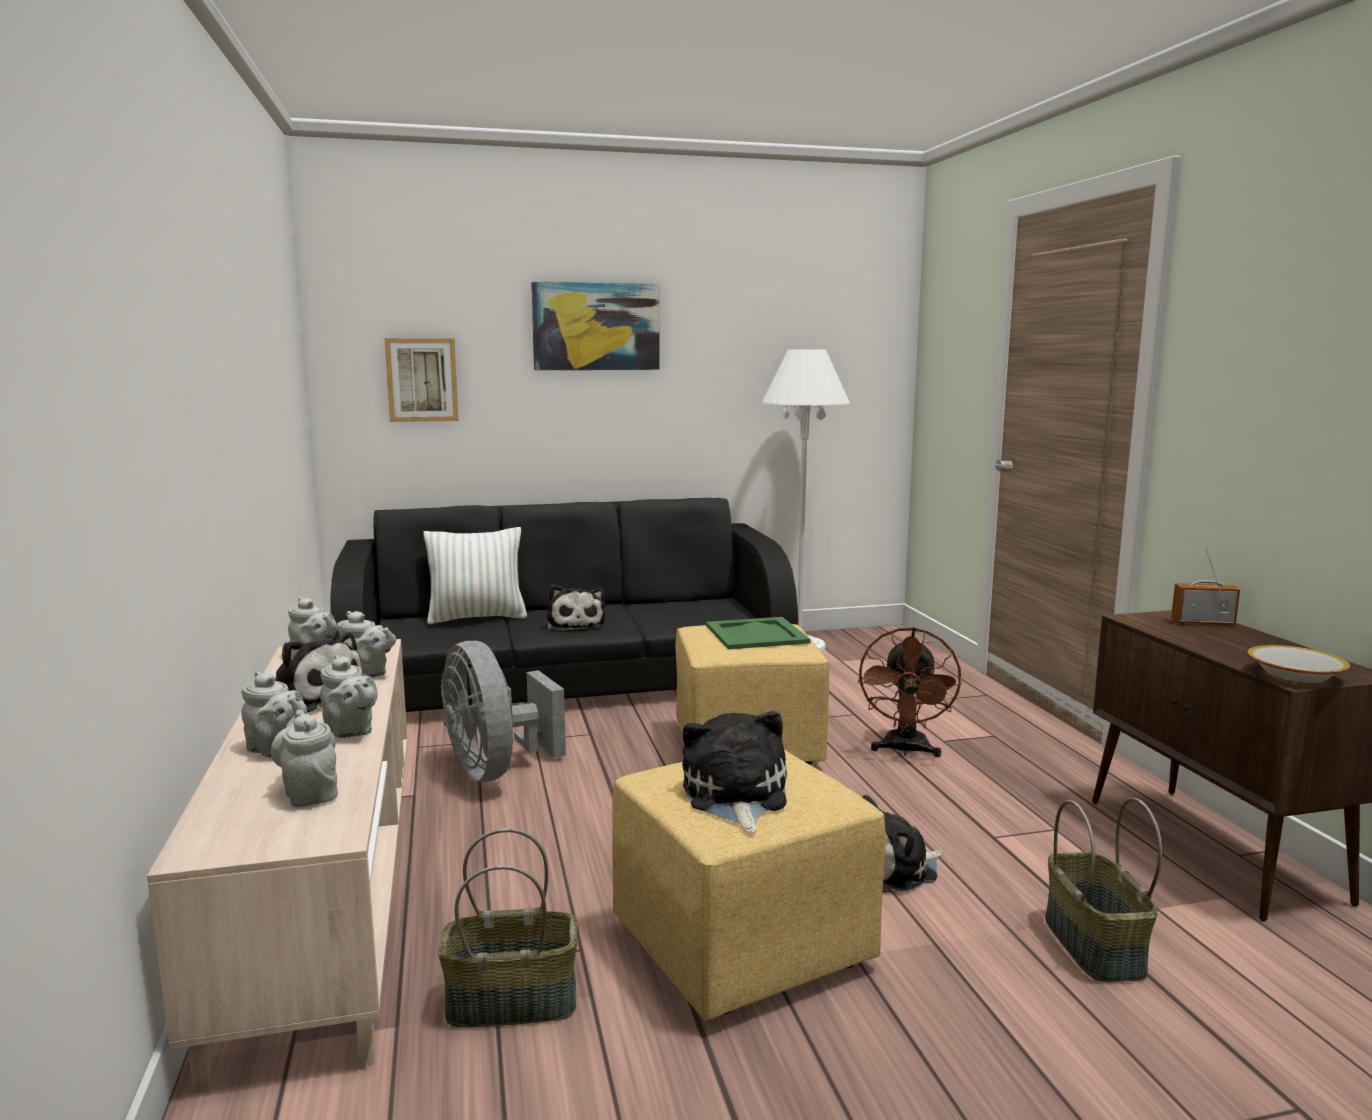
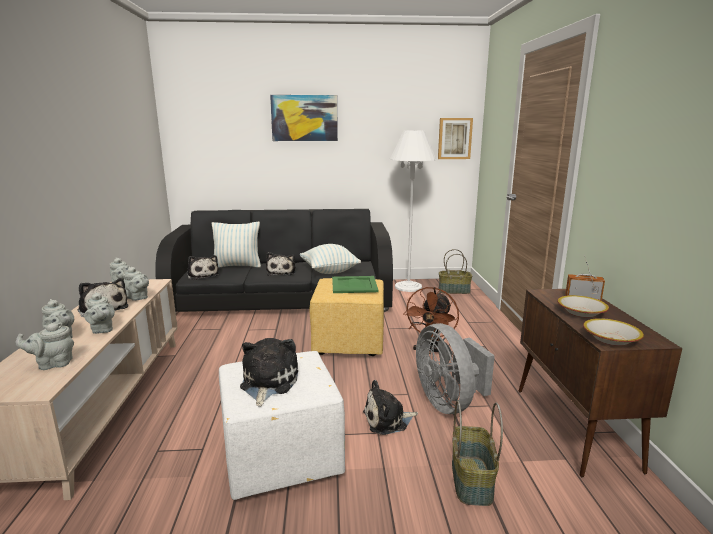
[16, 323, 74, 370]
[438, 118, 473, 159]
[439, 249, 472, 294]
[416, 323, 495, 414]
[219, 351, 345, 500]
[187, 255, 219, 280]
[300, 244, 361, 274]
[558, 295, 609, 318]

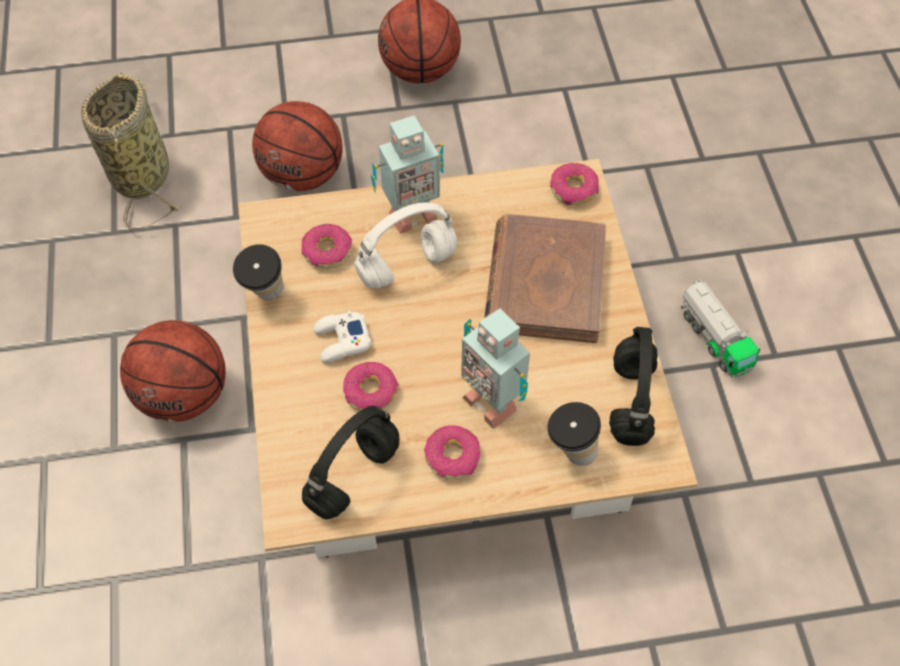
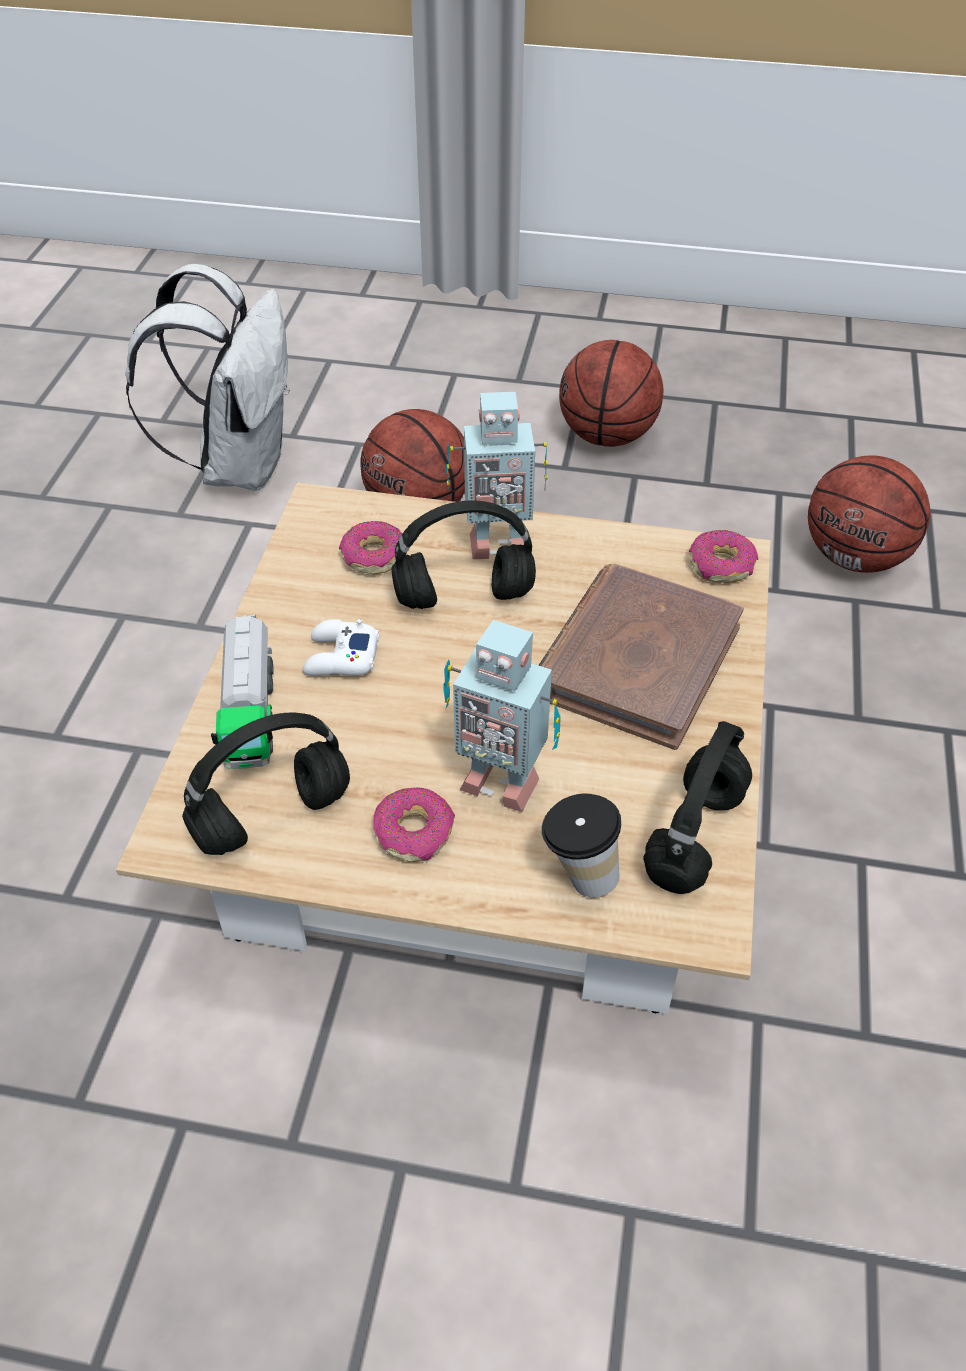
[126, 264, 290, 491]
[808, 456, 931, 573]
[233, 244, 284, 300] (first image)
[343, 362, 399, 411] (first image)
[391, 500, 536, 609]
[444, 620, 561, 812]
[211, 614, 274, 769]

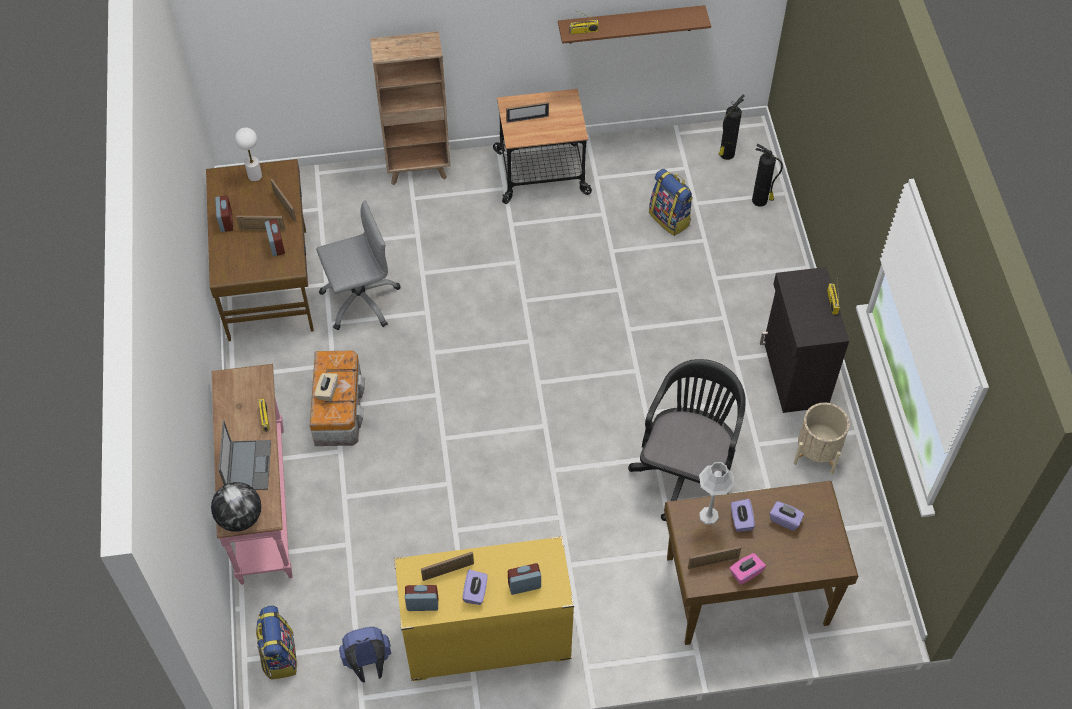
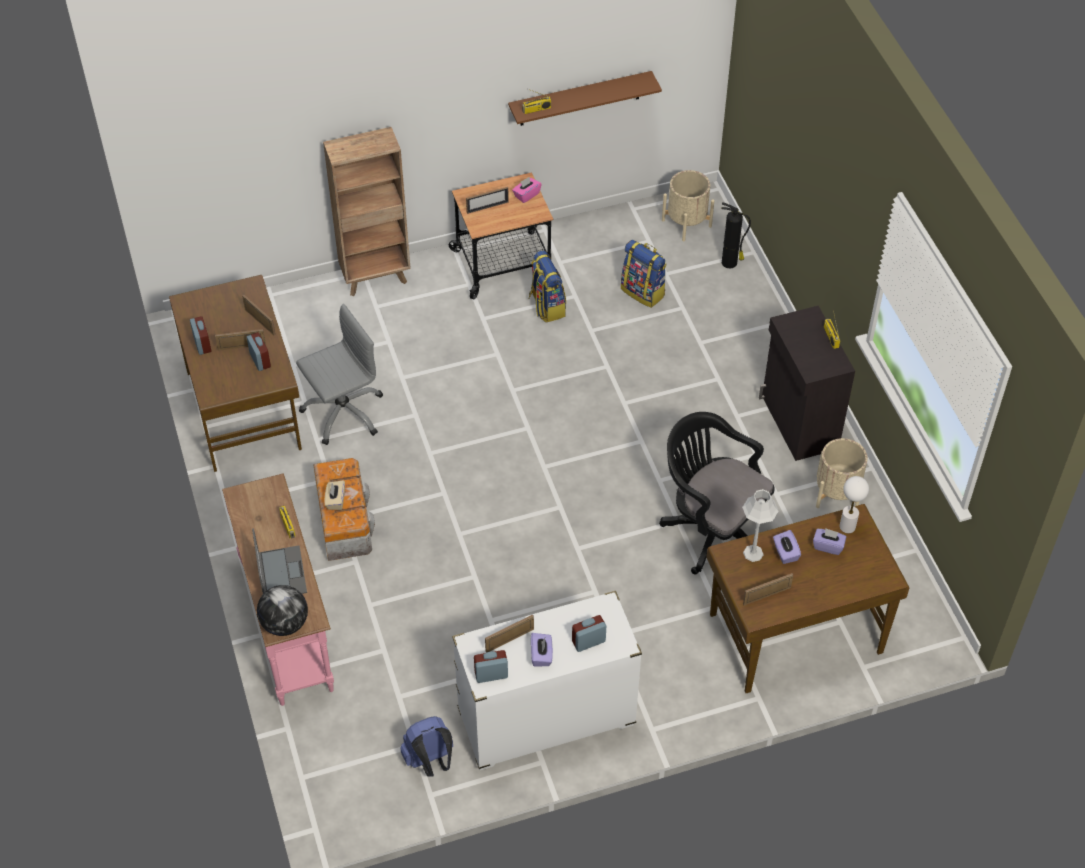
[839, 476, 869, 533]
[528, 251, 566, 322]
[452, 591, 642, 770]
[659, 412, 775, 574]
[662, 170, 714, 241]
[512, 177, 542, 203]

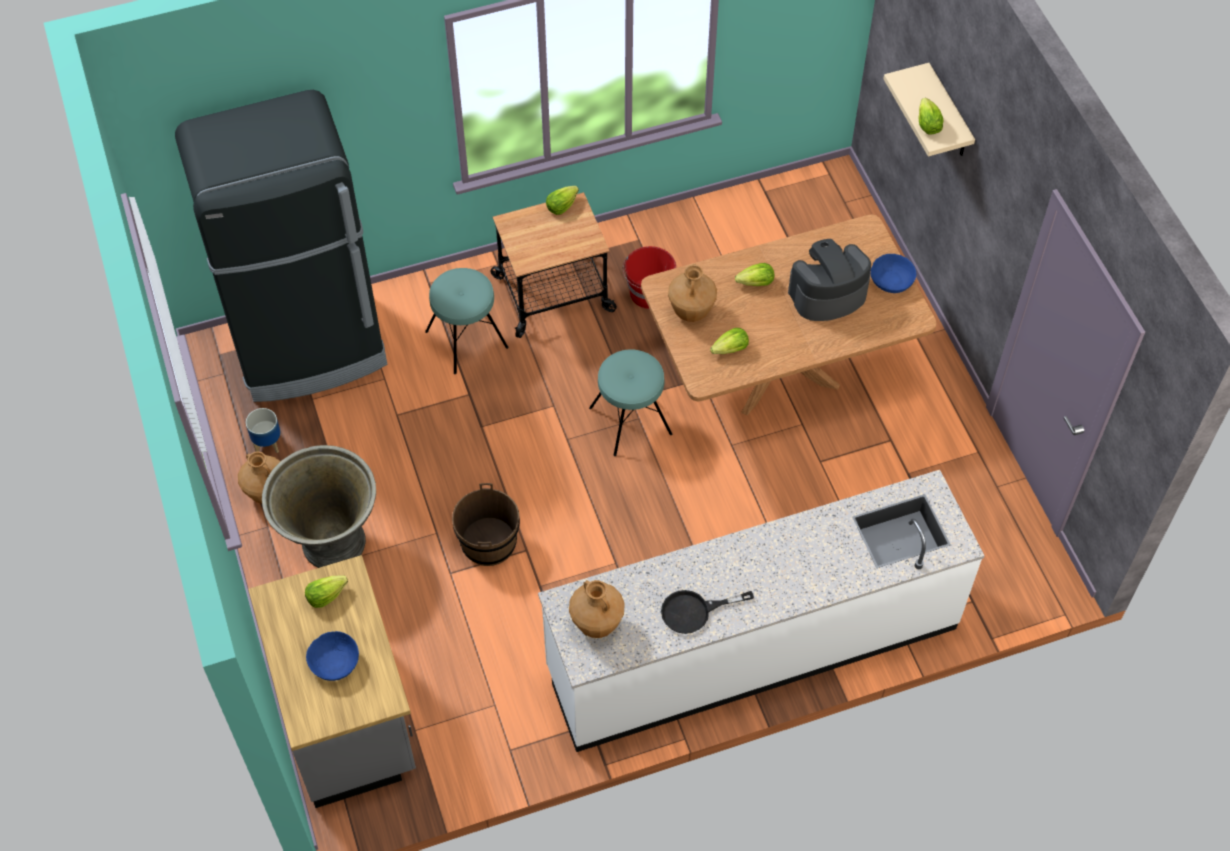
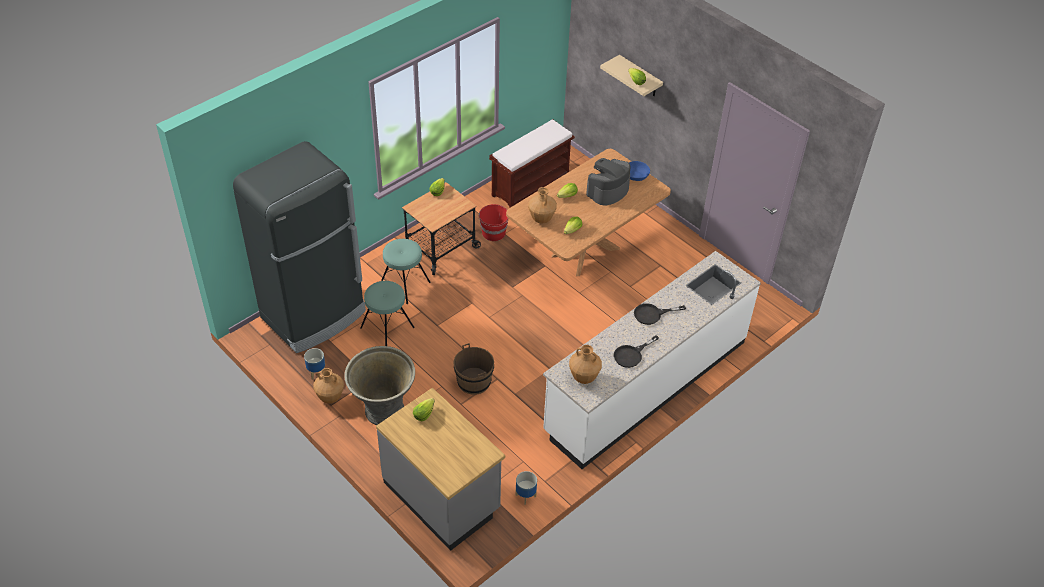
[306, 631, 359, 681] (first image)
[360, 281, 415, 346]
[489, 119, 575, 208]
[515, 471, 537, 505]
[634, 303, 686, 325]

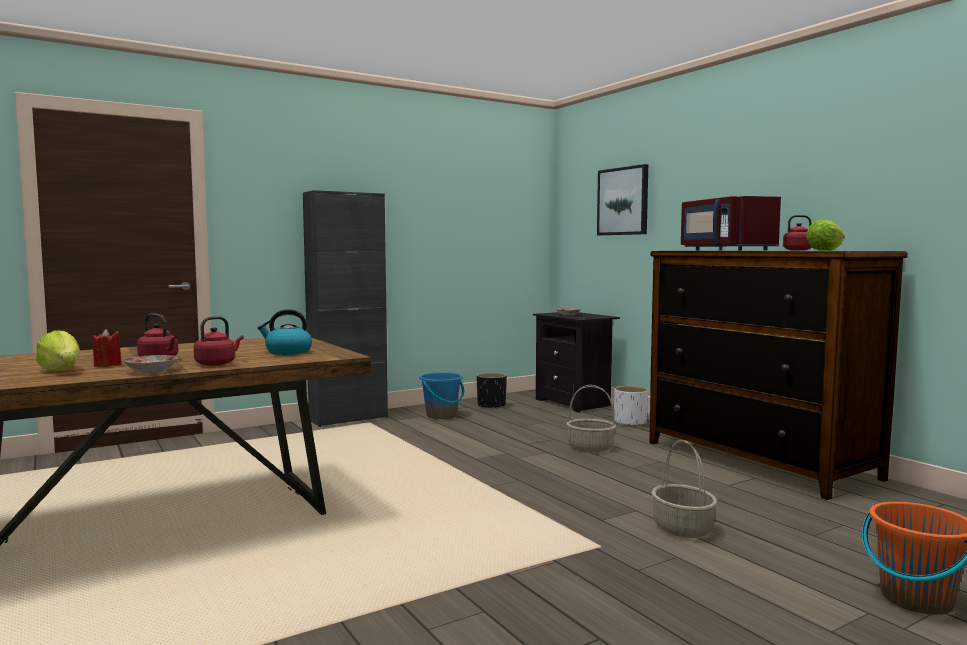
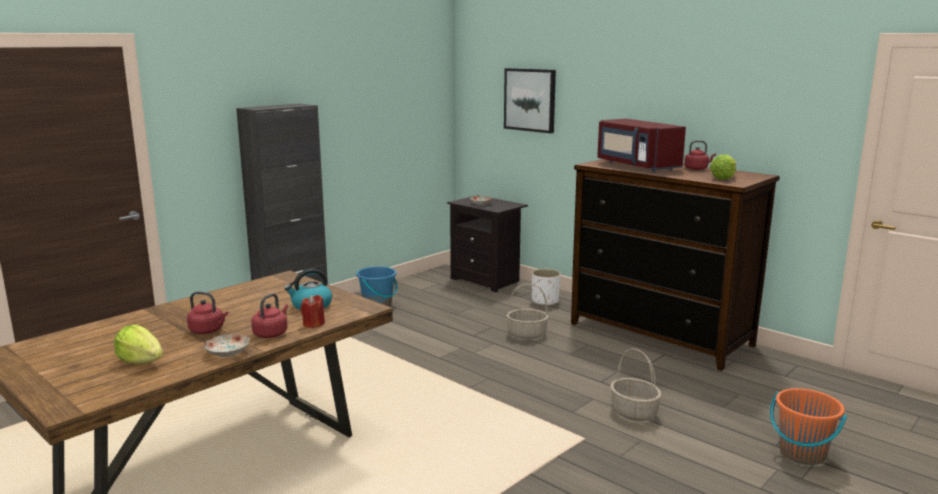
[300, 295, 325, 328]
[477, 372, 507, 409] (first image)

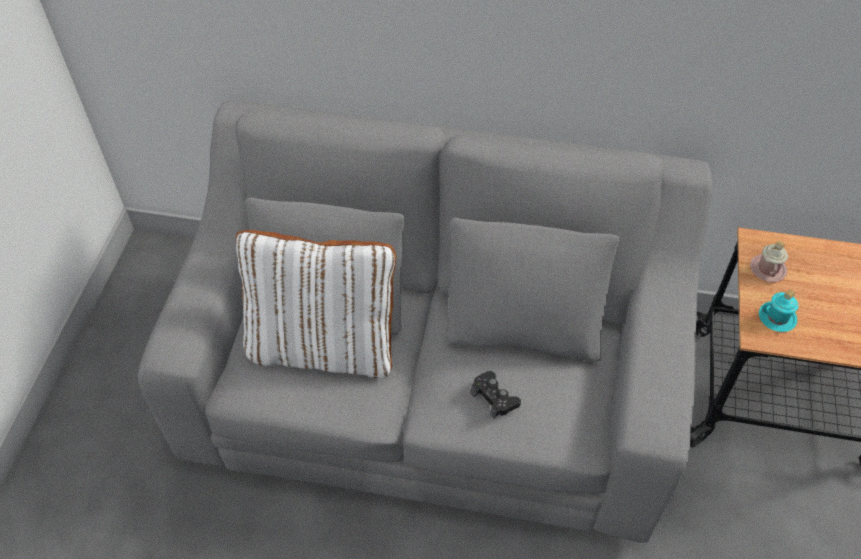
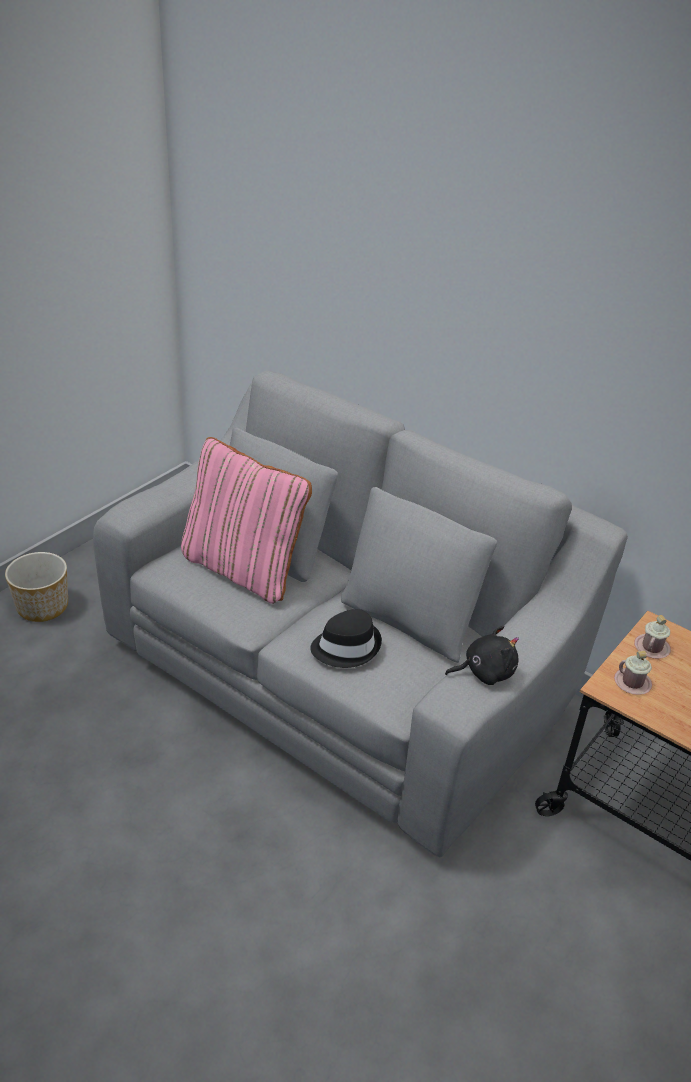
[181, 437, 312, 604]
[310, 609, 382, 668]
[614, 651, 652, 695]
[5, 552, 68, 622]
[445, 626, 519, 685]

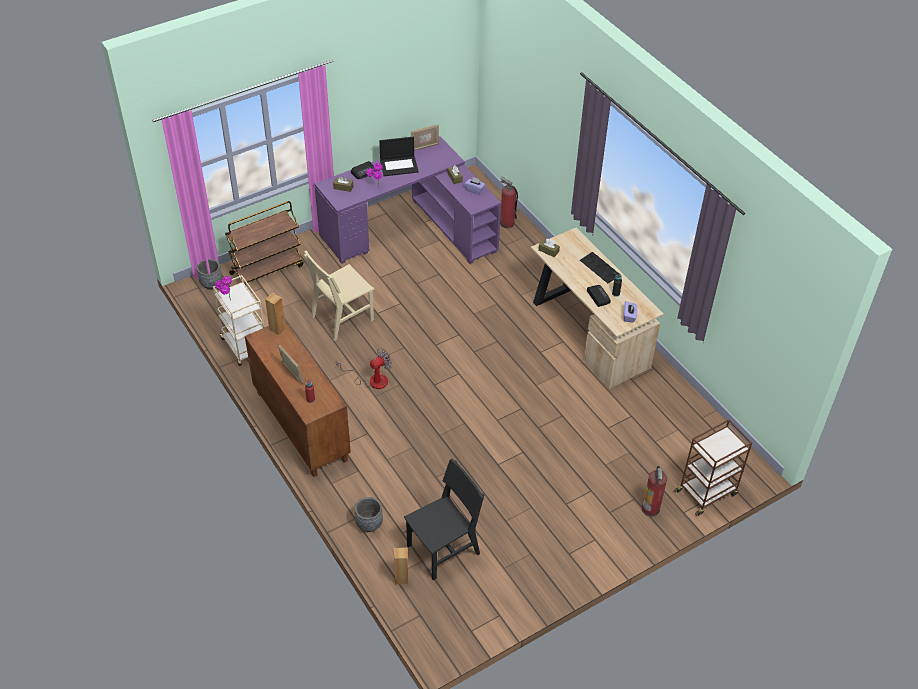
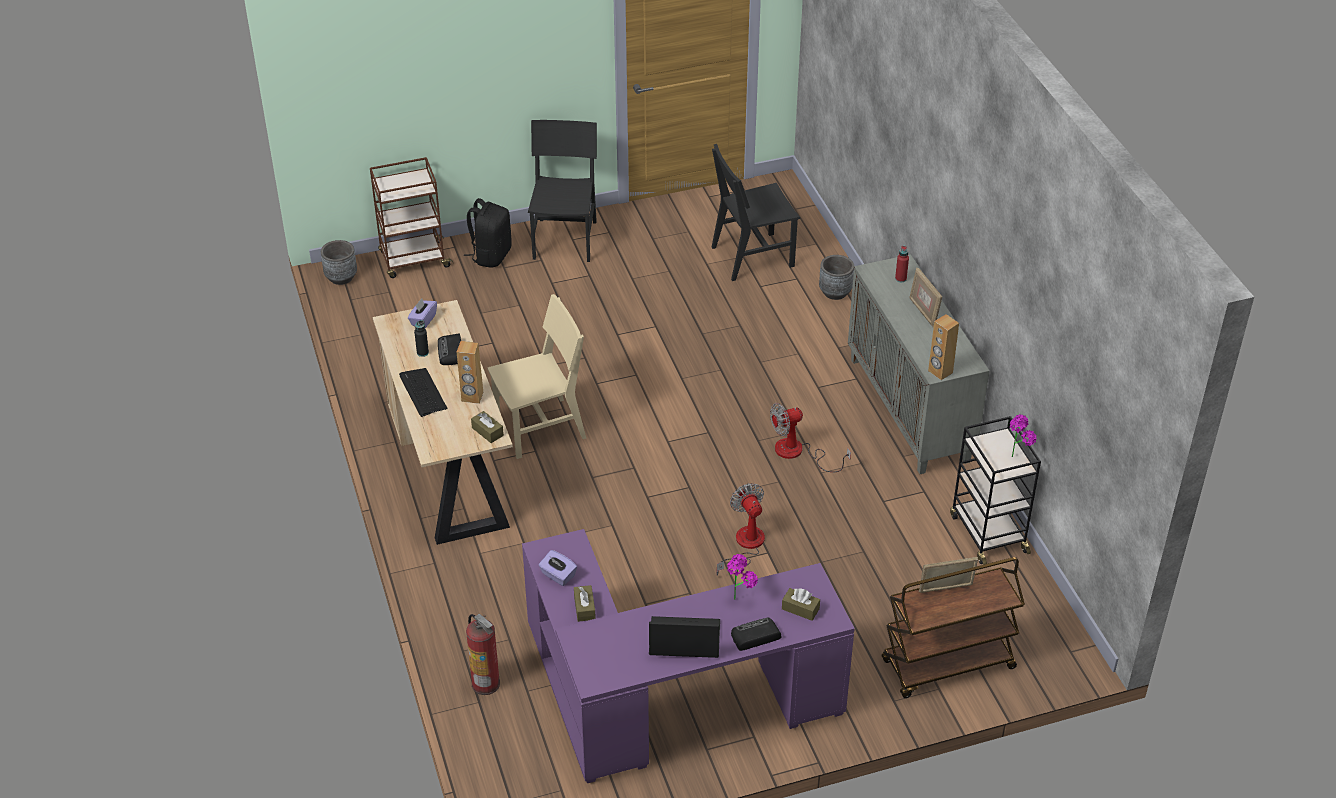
[321, 240, 357, 285]
[950, 416, 1041, 565]
[848, 254, 990, 474]
[487, 294, 586, 459]
[457, 341, 483, 404]
[919, 557, 978, 593]
[464, 198, 512, 268]
[528, 120, 597, 262]
[716, 483, 765, 576]

